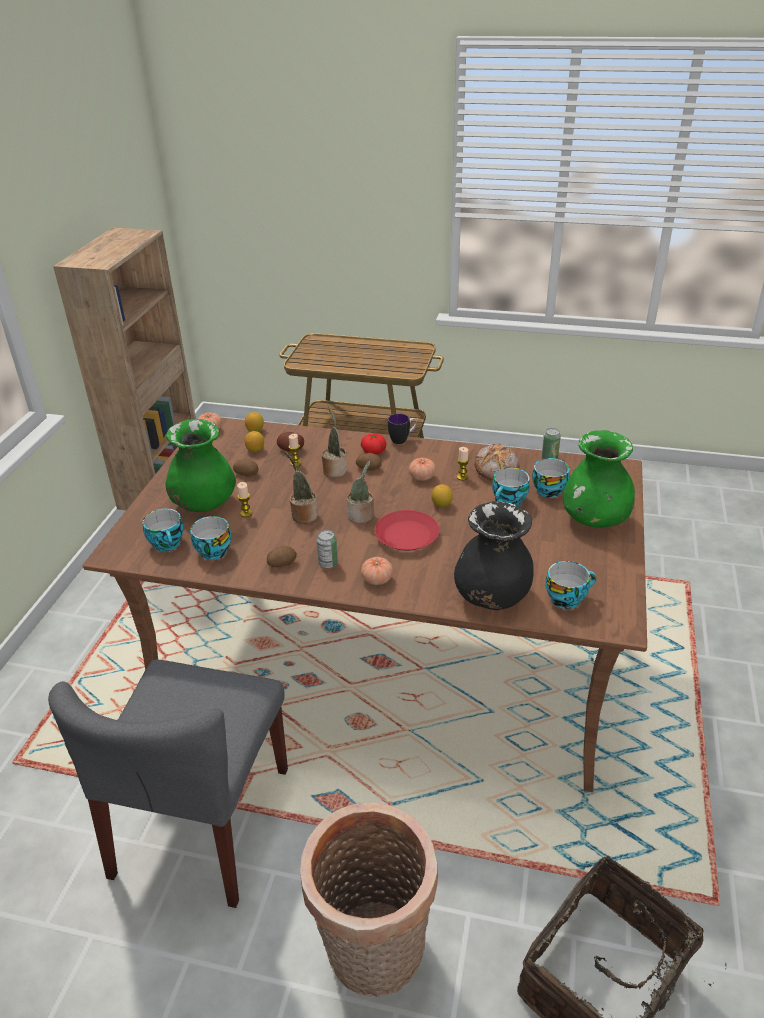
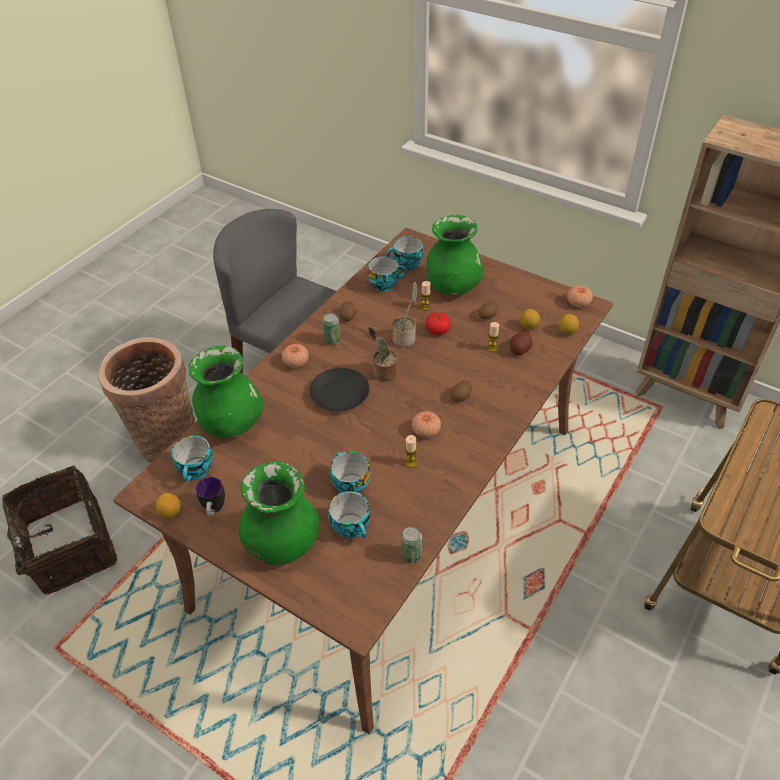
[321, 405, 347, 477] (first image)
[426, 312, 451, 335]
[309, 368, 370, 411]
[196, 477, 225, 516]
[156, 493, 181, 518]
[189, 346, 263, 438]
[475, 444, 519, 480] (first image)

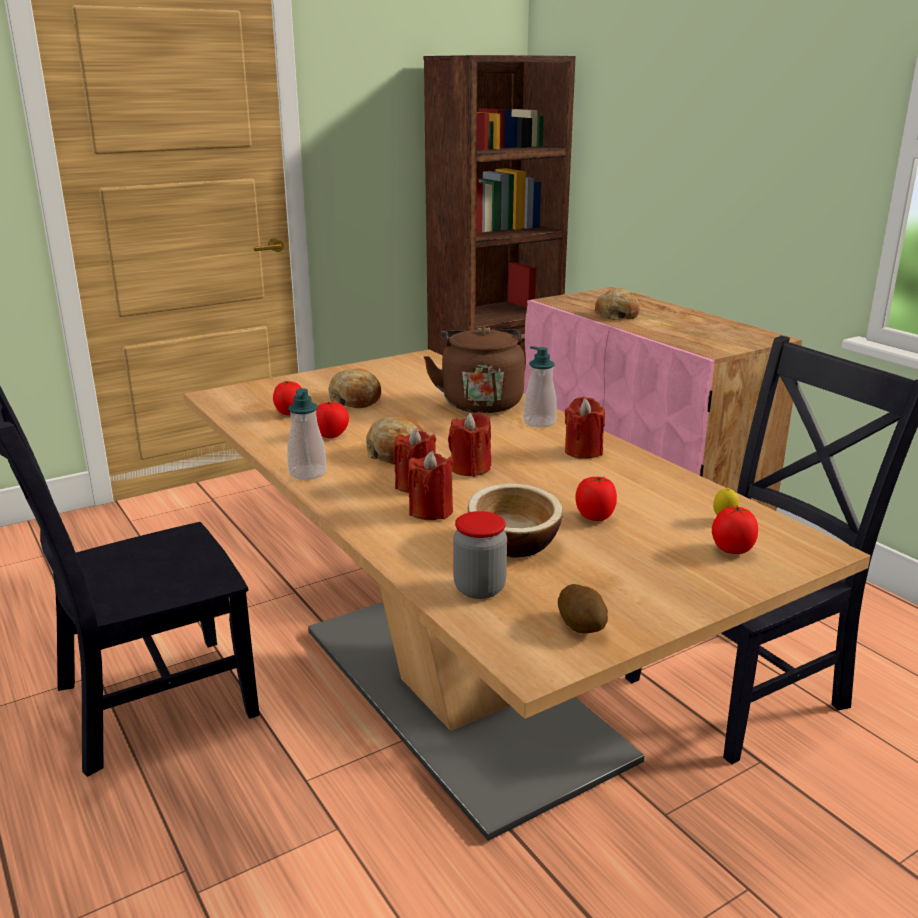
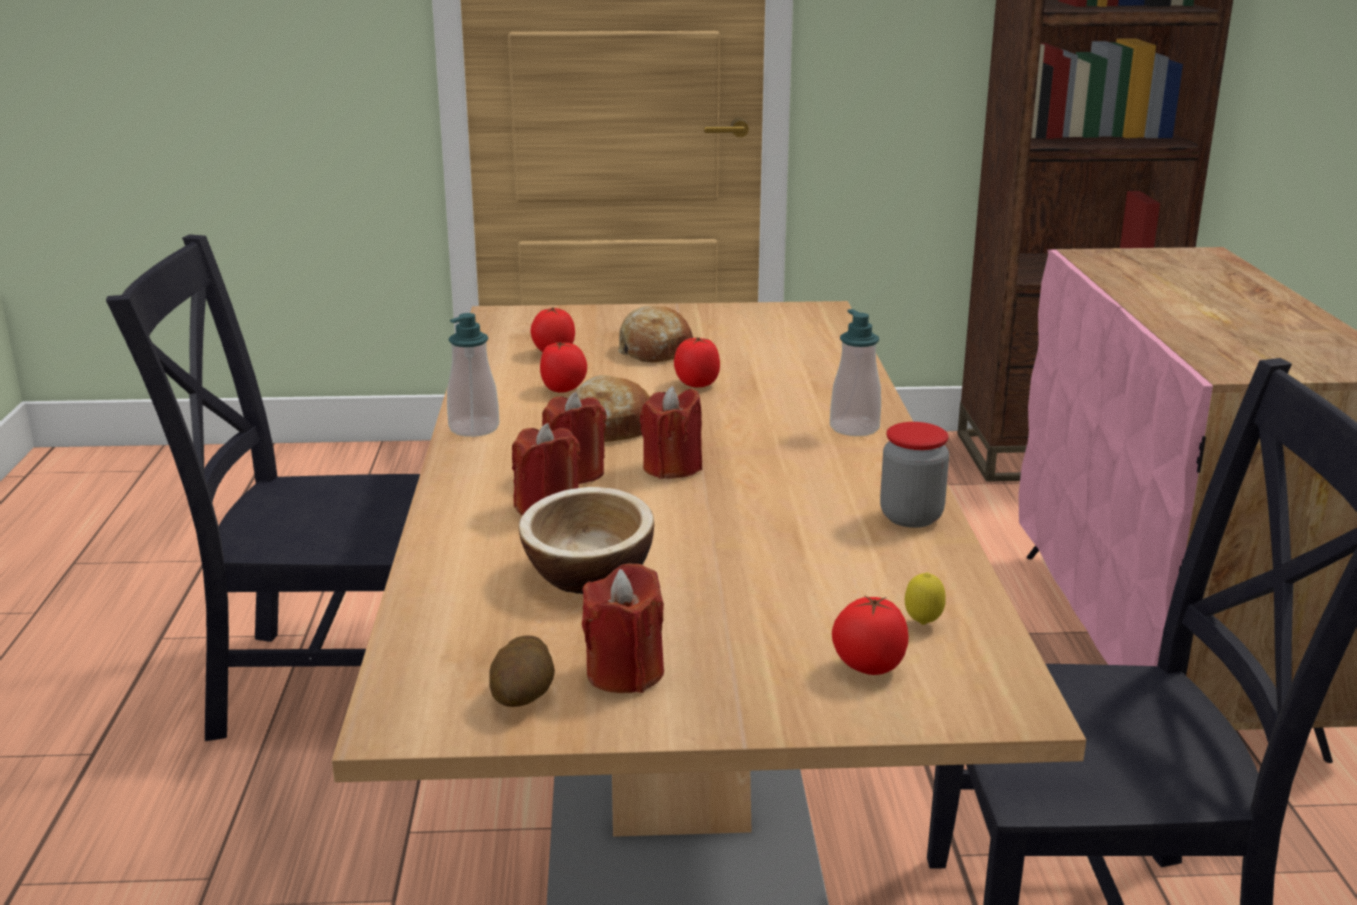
[424, 326, 525, 413] (first image)
[880, 422, 949, 528]
[582, 563, 664, 693]
[674, 337, 720, 387]
[595, 288, 640, 320] (first image)

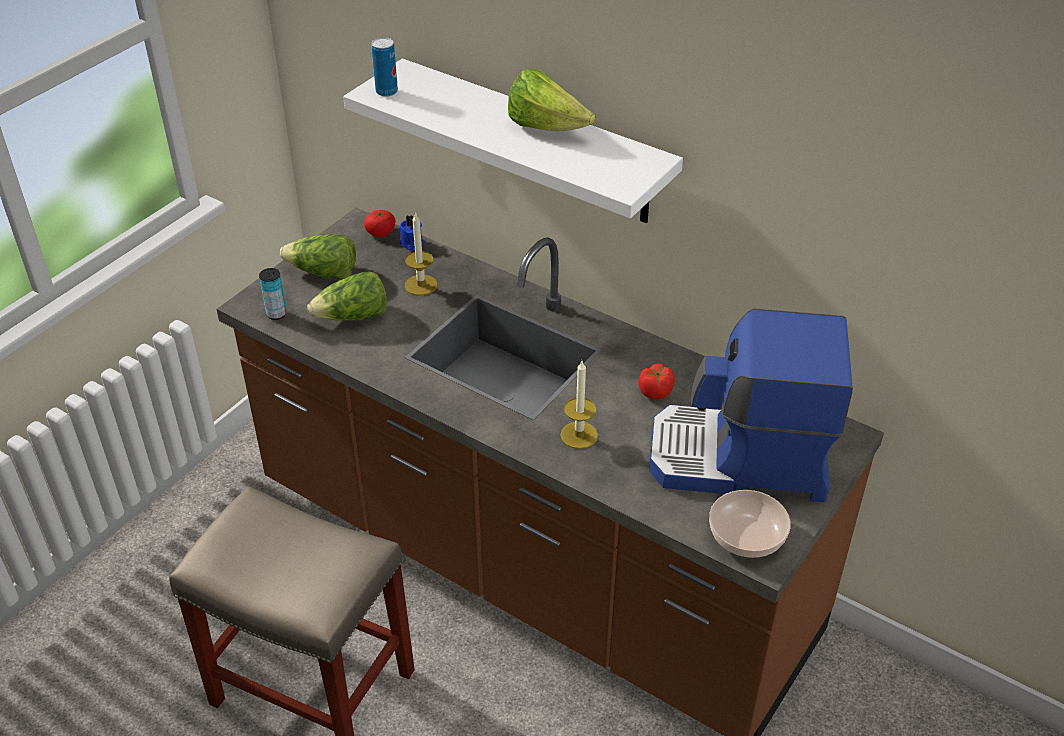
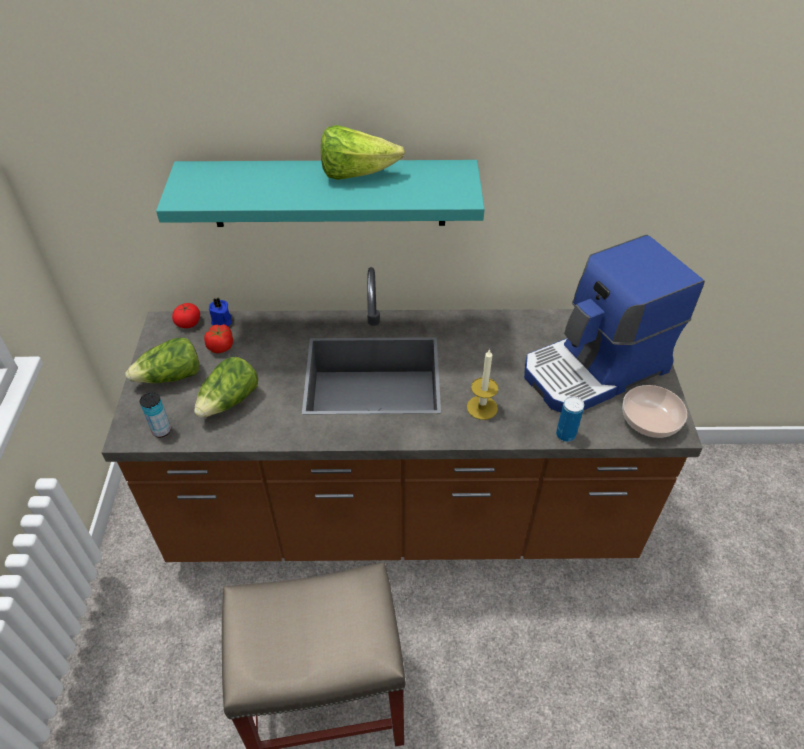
[156, 160, 485, 227]
[556, 396, 584, 442]
[405, 212, 438, 296] (first image)
[204, 324, 233, 353]

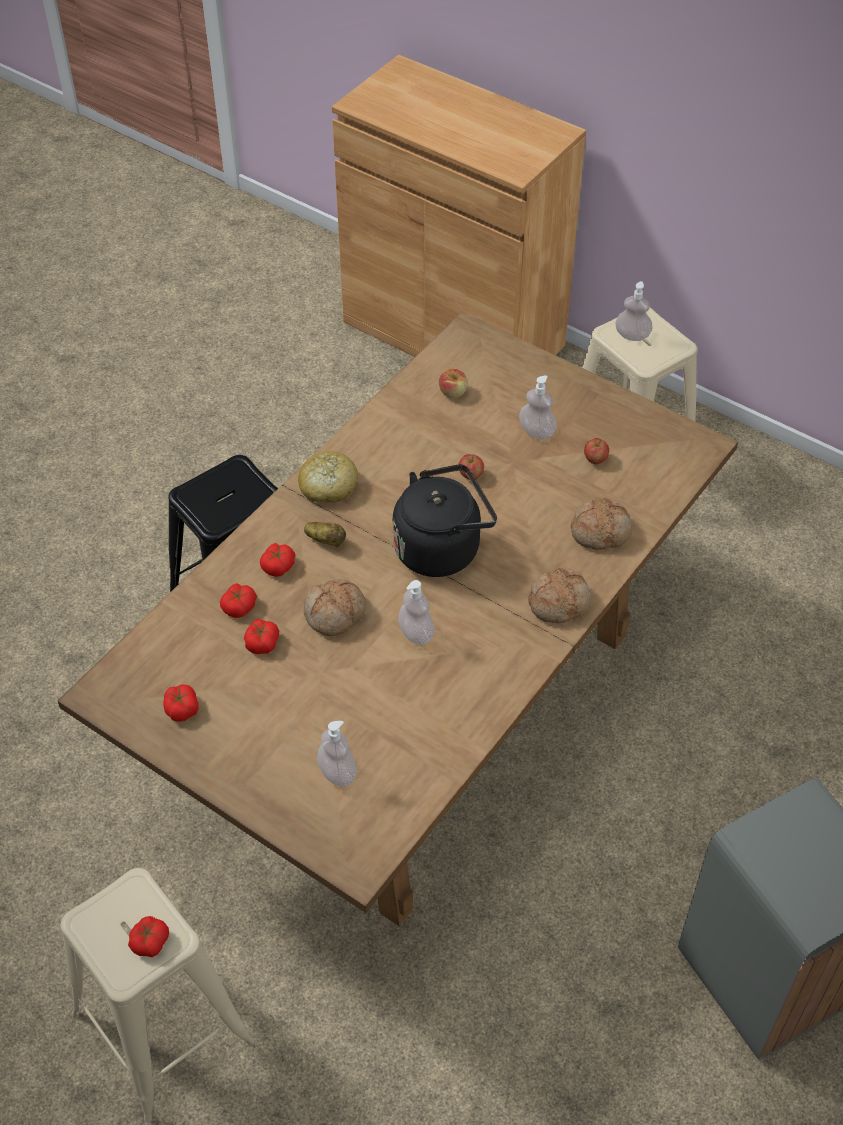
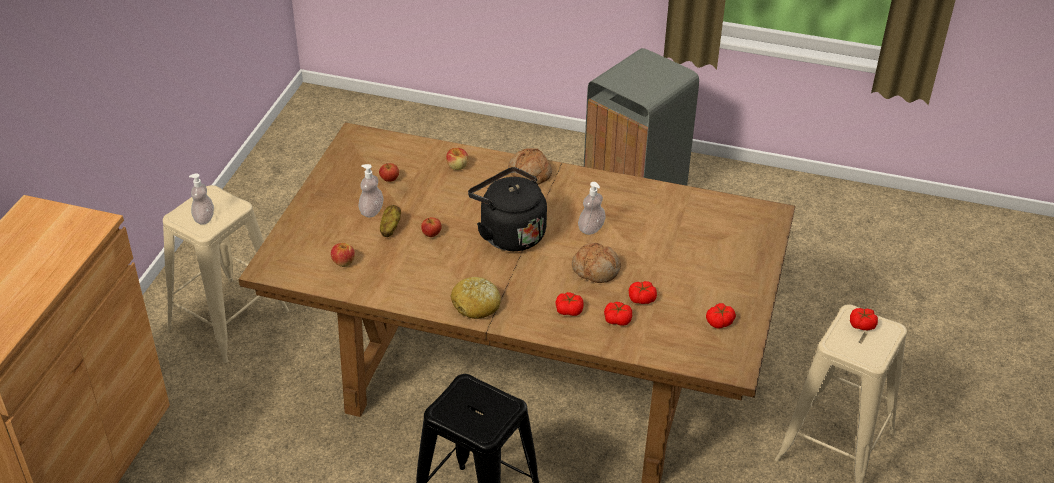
[380, 205, 401, 237]
[317, 721, 357, 787] (first image)
[446, 148, 469, 170]

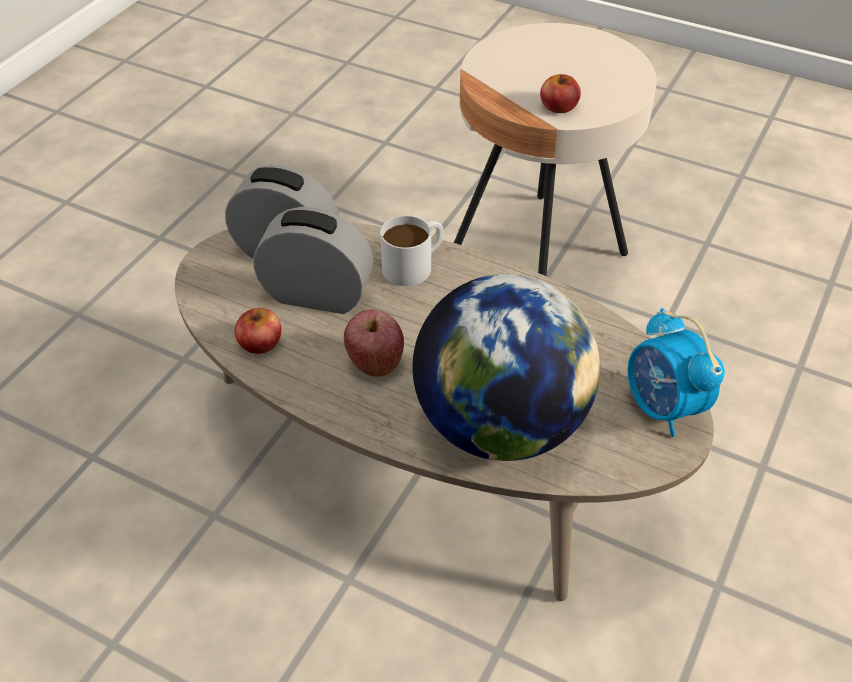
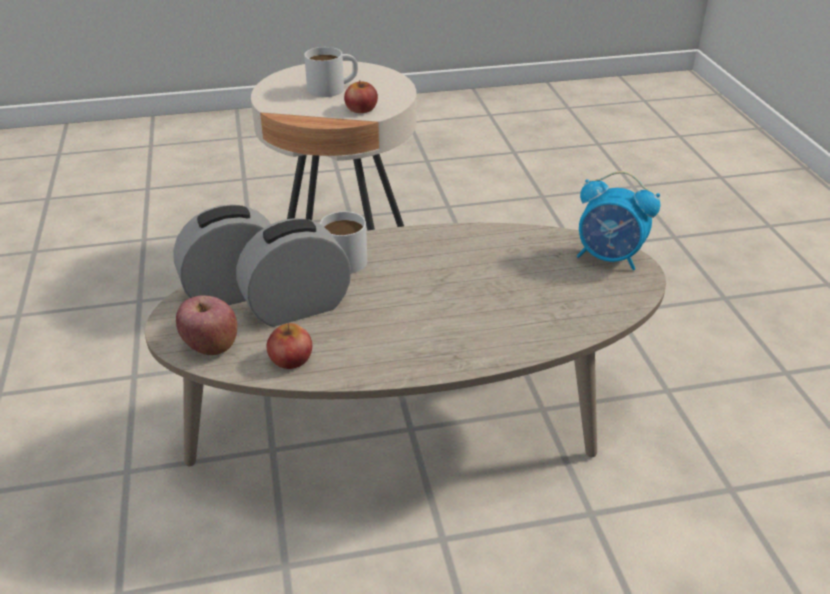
[176, 296, 237, 355]
[413, 274, 600, 461] (first image)
[304, 47, 358, 97]

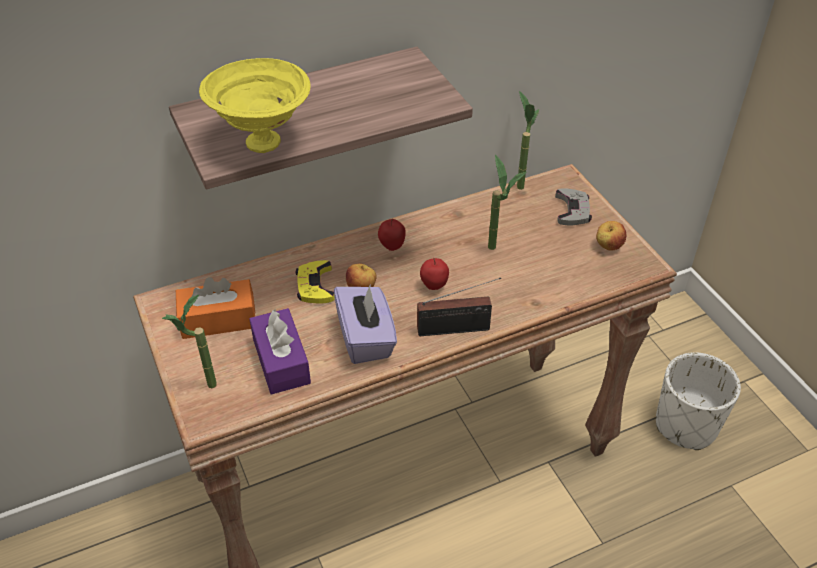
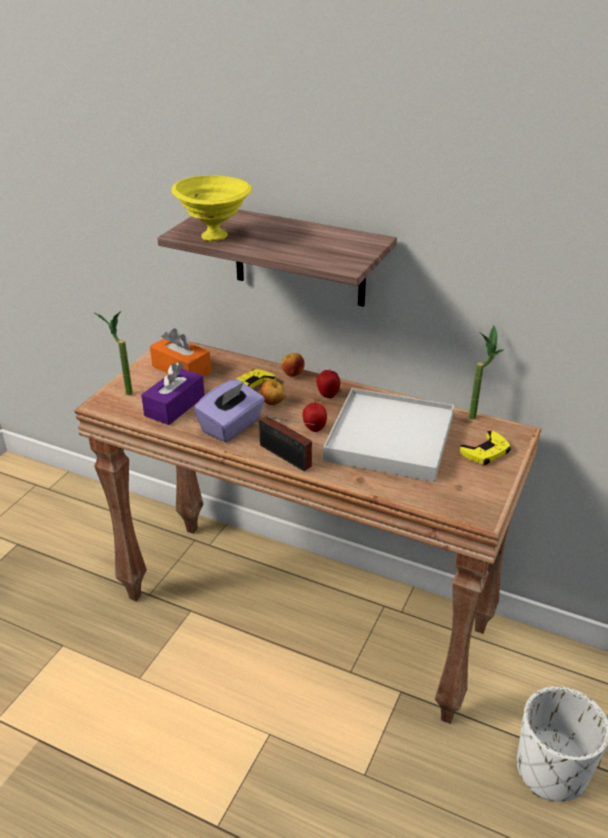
[323, 388, 454, 482]
[459, 431, 511, 465]
[281, 353, 305, 377]

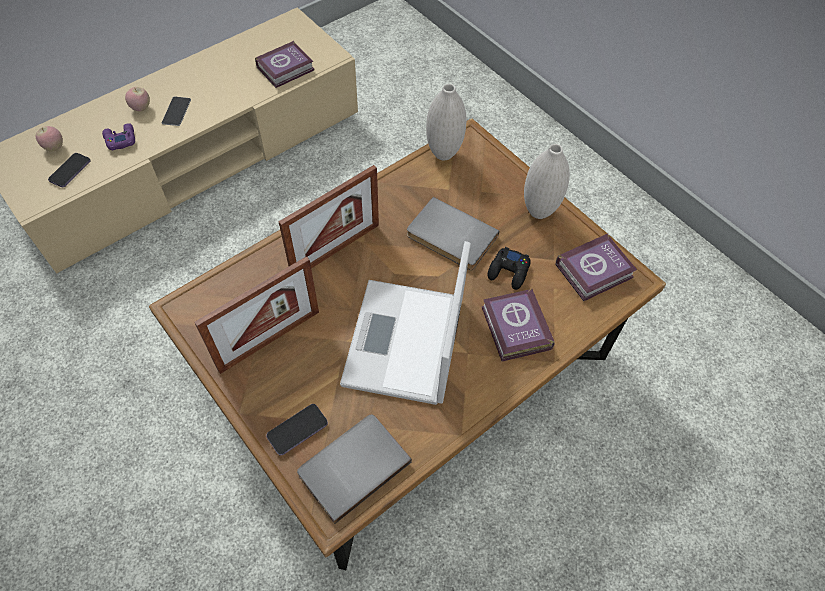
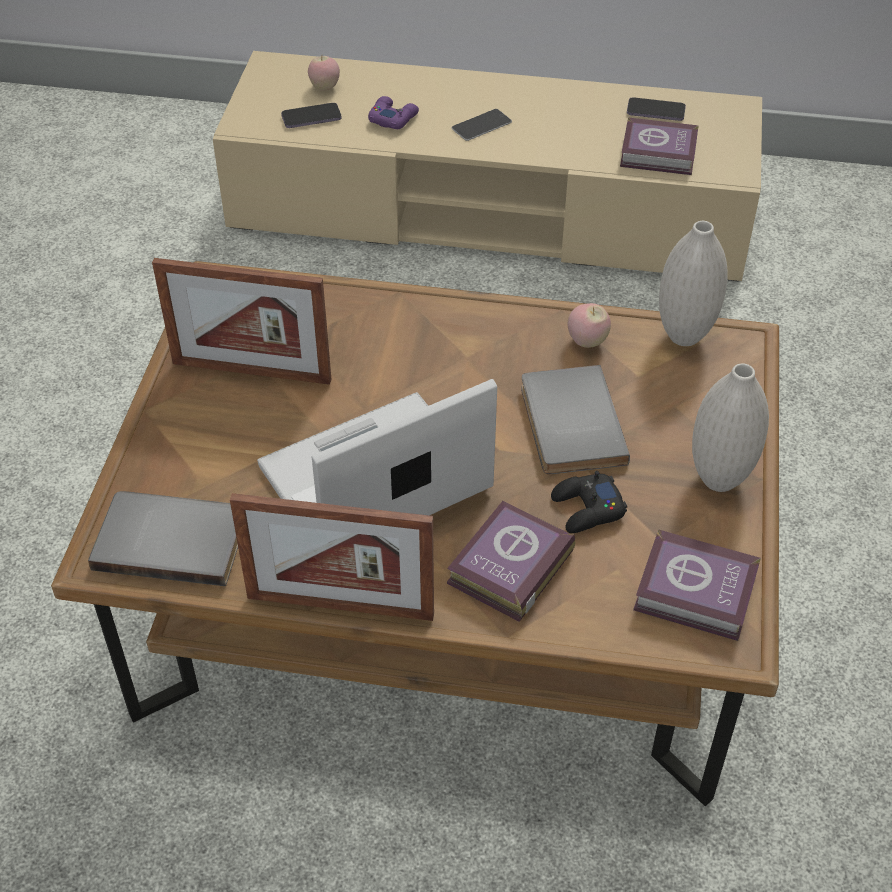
[568, 303, 611, 348]
[627, 97, 686, 121]
[230, 493, 434, 621]

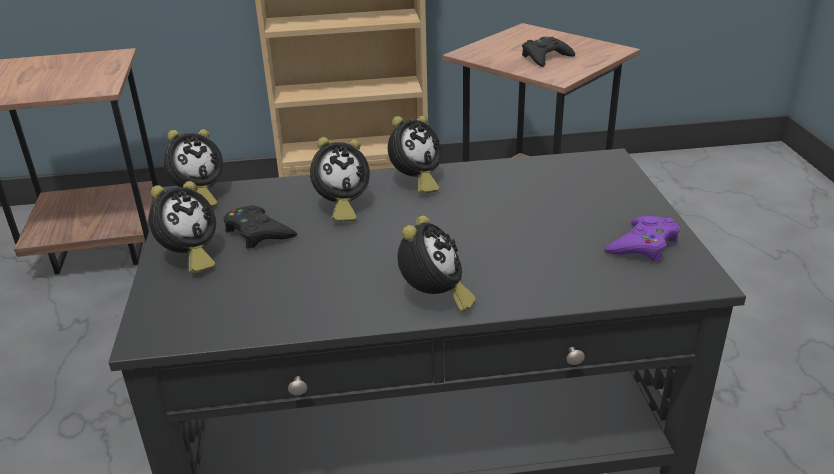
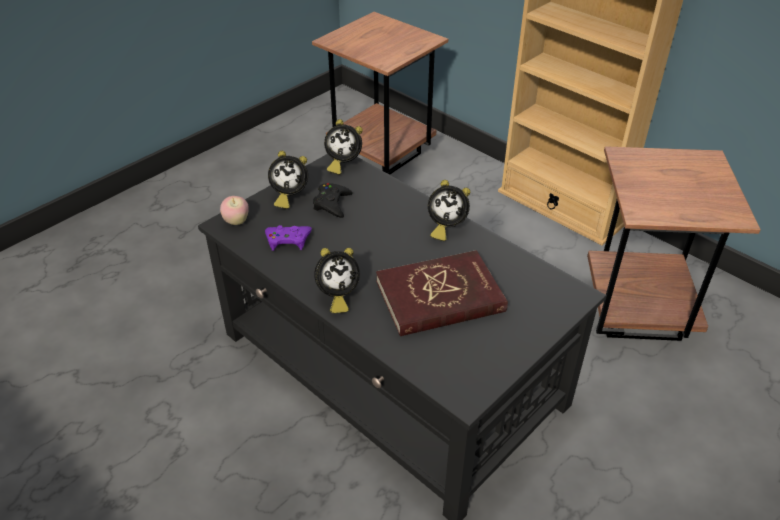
[310, 137, 370, 222] (first image)
[522, 37, 575, 67] (first image)
[265, 225, 312, 251]
[220, 196, 249, 225]
[376, 250, 508, 336]

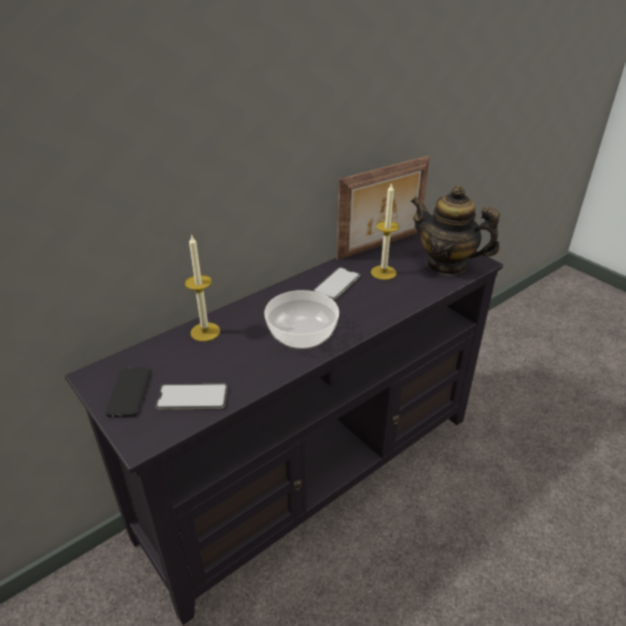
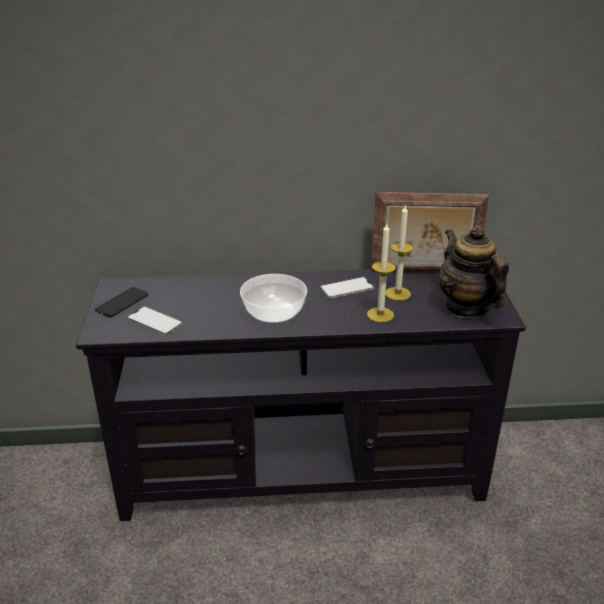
[367, 224, 396, 323]

